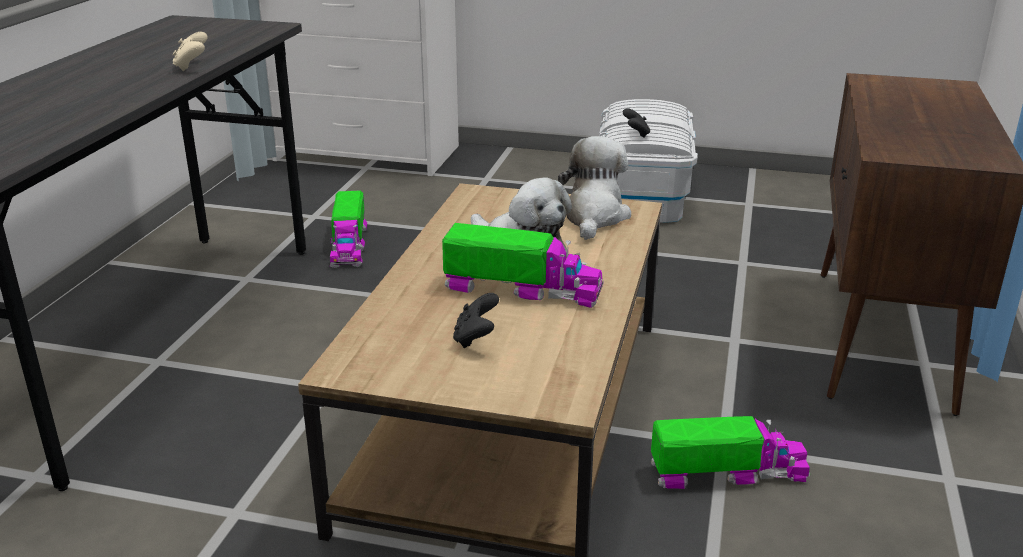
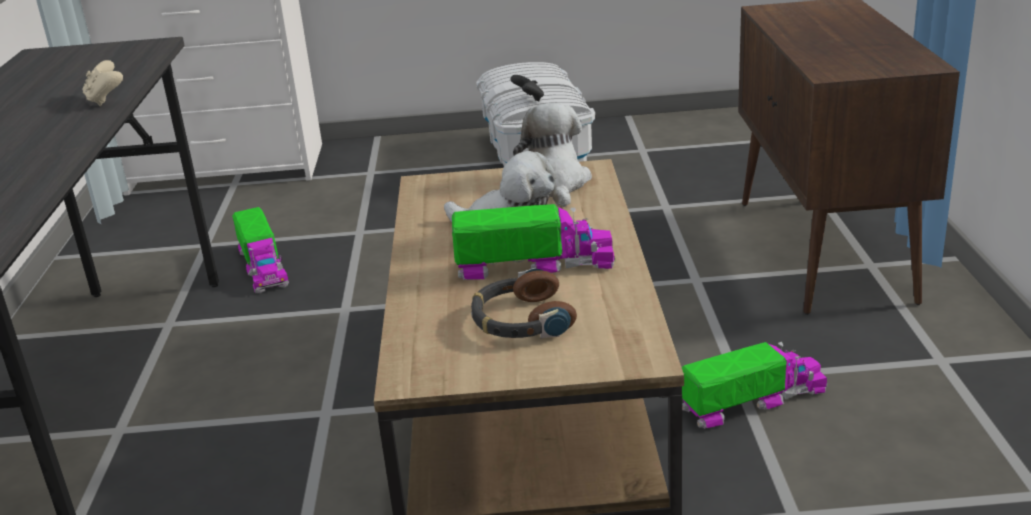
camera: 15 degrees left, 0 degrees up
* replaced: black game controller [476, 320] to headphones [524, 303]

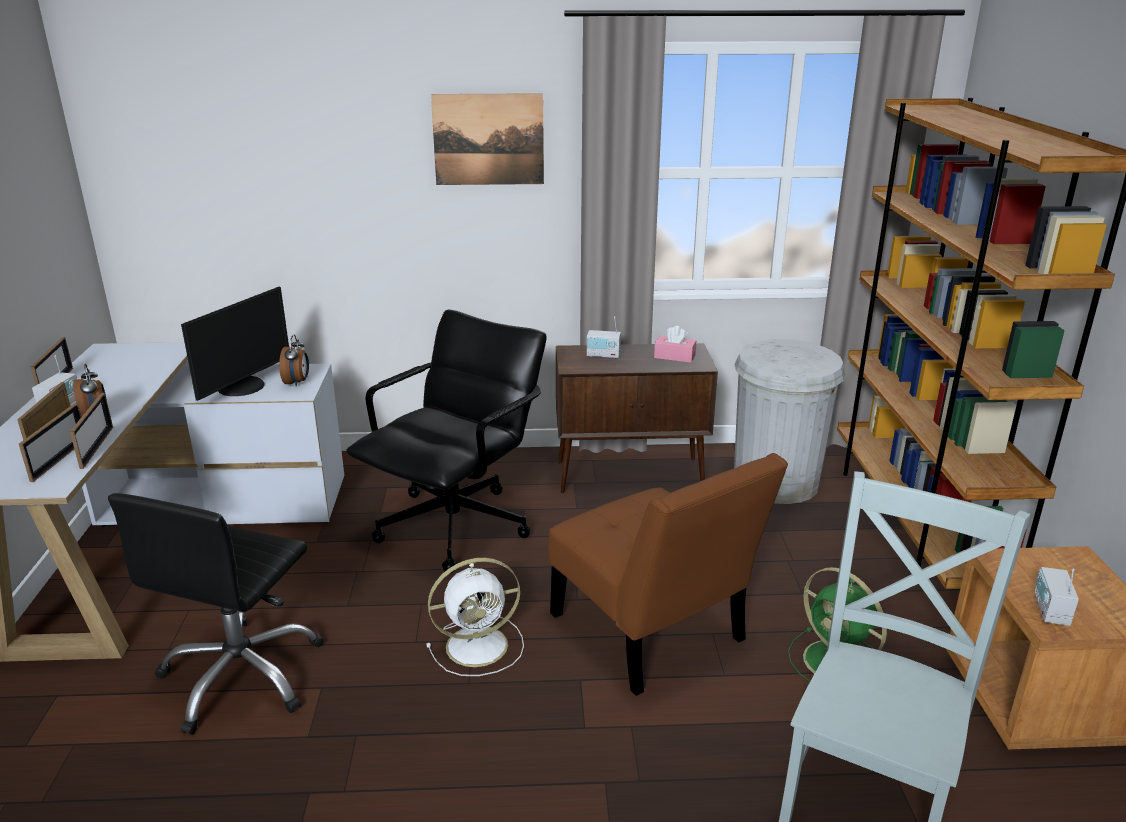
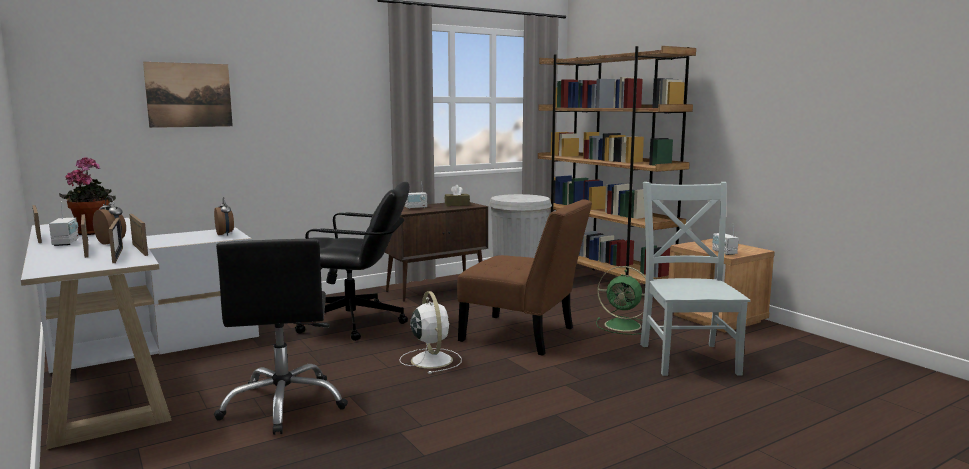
camera: 30 degrees left, 15 degrees down
* added: potted plant [87, 196]
* moved: picture [487, 139] to [188, 95]
* turned: black office chair [446, 441] = [352, 261] 90 degrees clockwise
* turned: white fan [475, 617] = [430, 332] 60 degrees counterclockwise
* recoloured: pink tissue box [675, 344] to brown tissue box [457, 195]
* removed: monitor [235, 344]

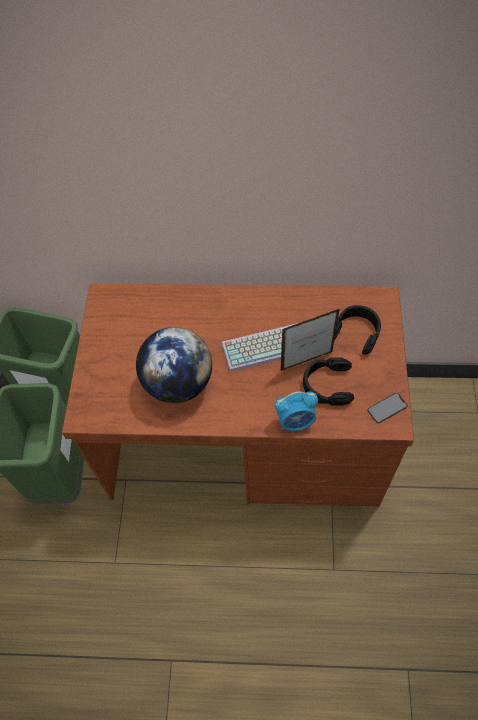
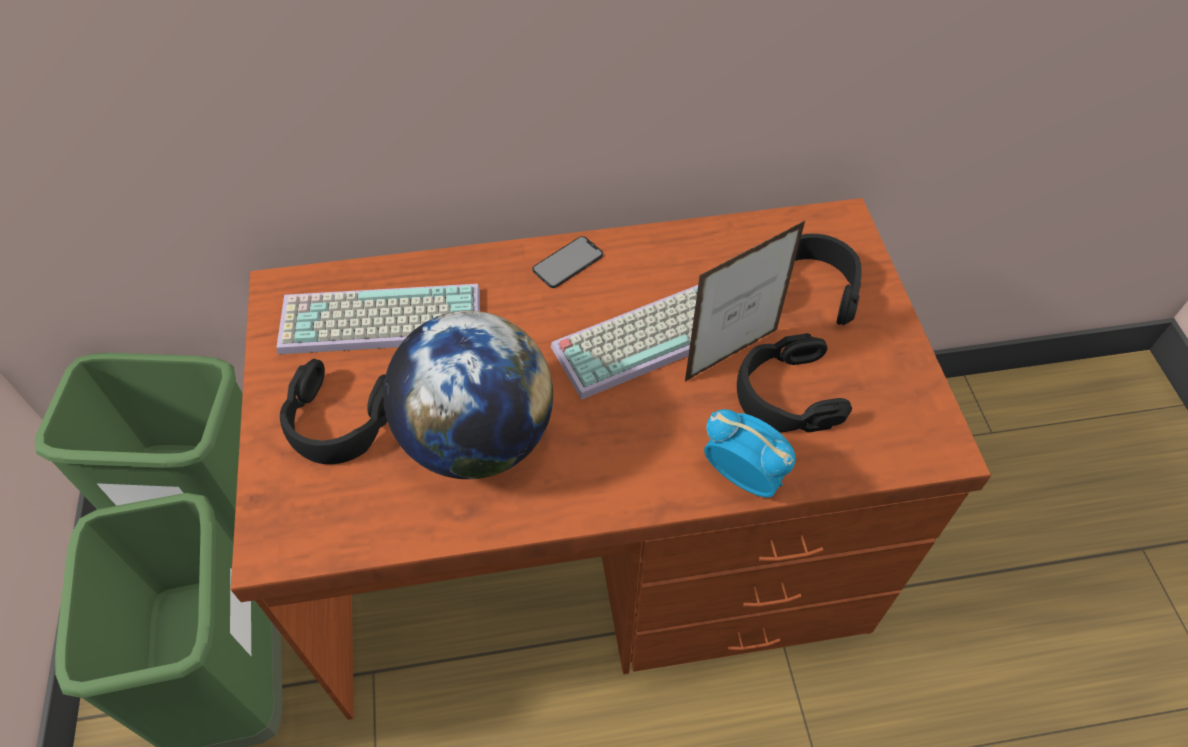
camera: 15 degrees left, 5 degrees down
* added: keyboard [378, 319]
* added: black headphones [333, 411]
* moved: phone [387, 408] to [567, 262]
* turned: alarm clock [296, 411] = [750, 453] 120 degrees counterclockwise

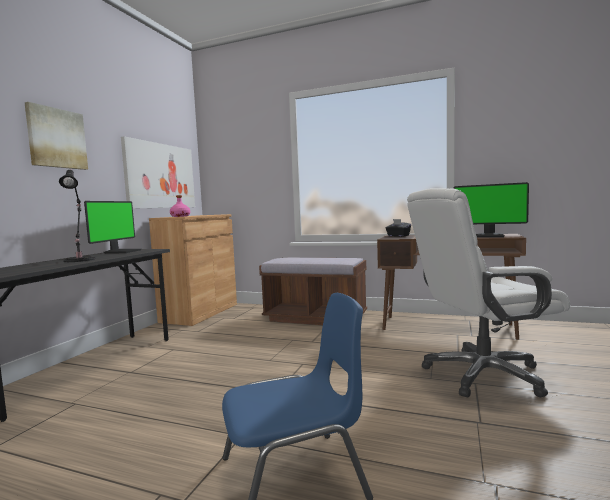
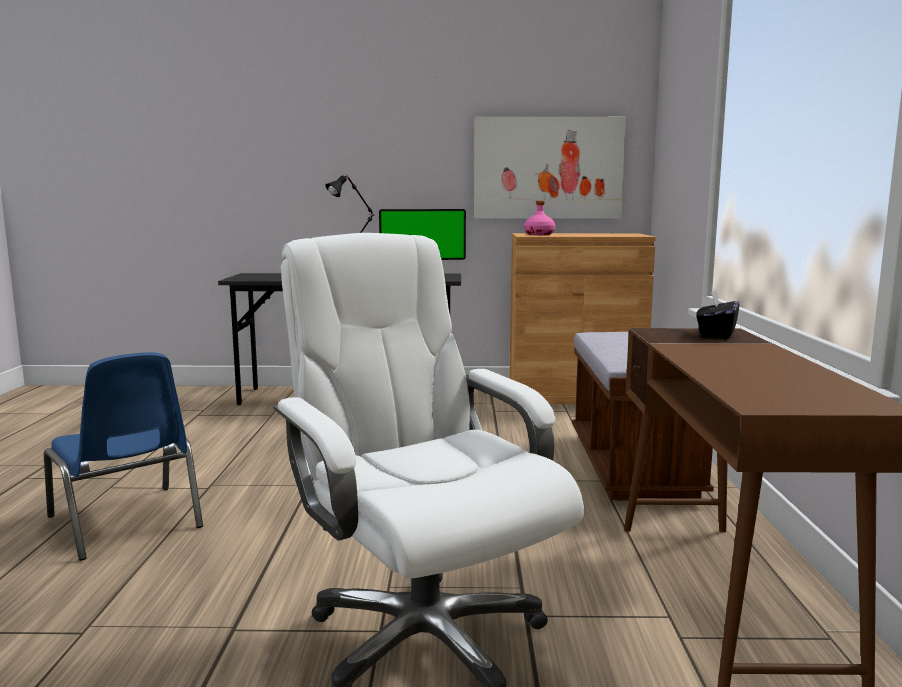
camera: 70 degrees right, 5 degrees up
* removed: picture [56, 136]
* removed: monitor [491, 210]

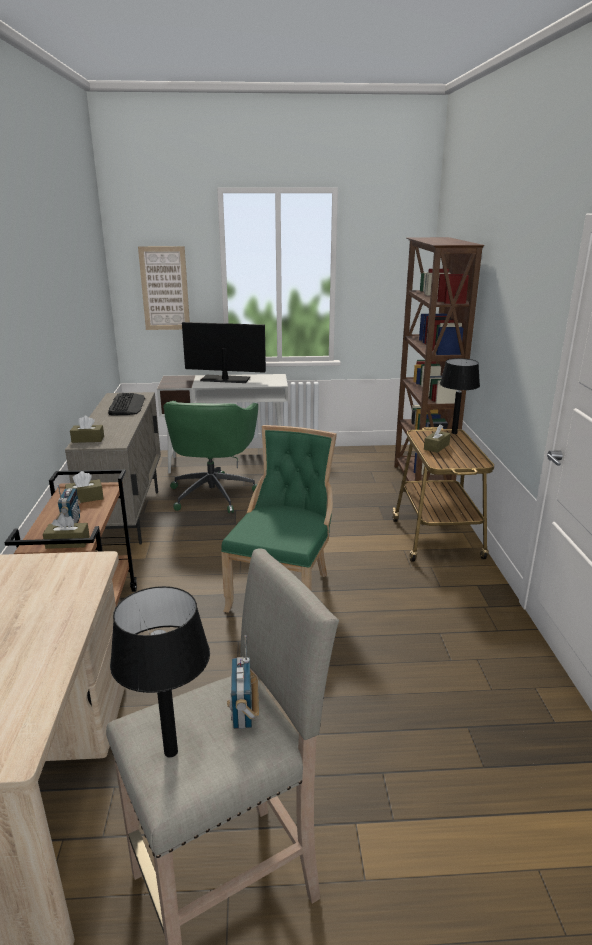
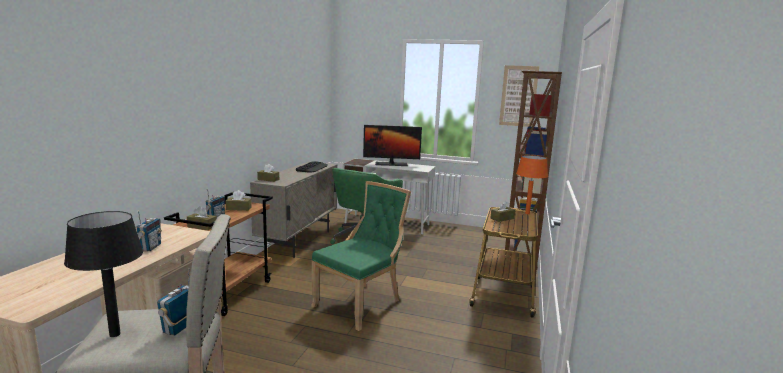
camera: 20 degrees right, 10 degrees down
* added: radio [149, 231]
* turned: monitor [224, 352] = [392, 145] 150 degrees clockwise
* moved: picture [164, 288] to [519, 96]
* recoloured: black table lamp [460, 396] to orange table lamp [532, 184]

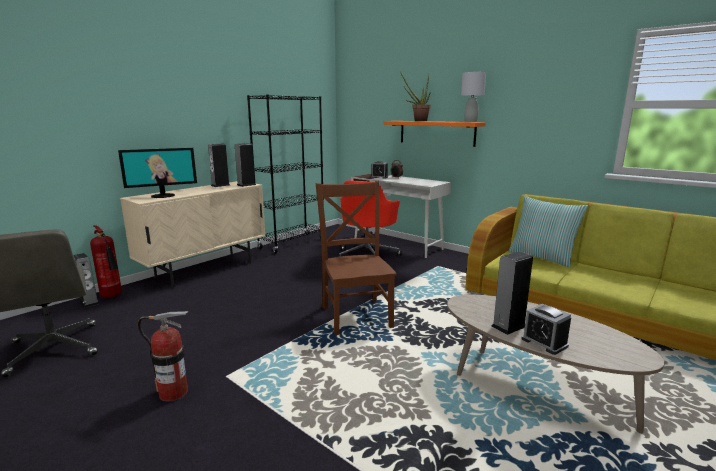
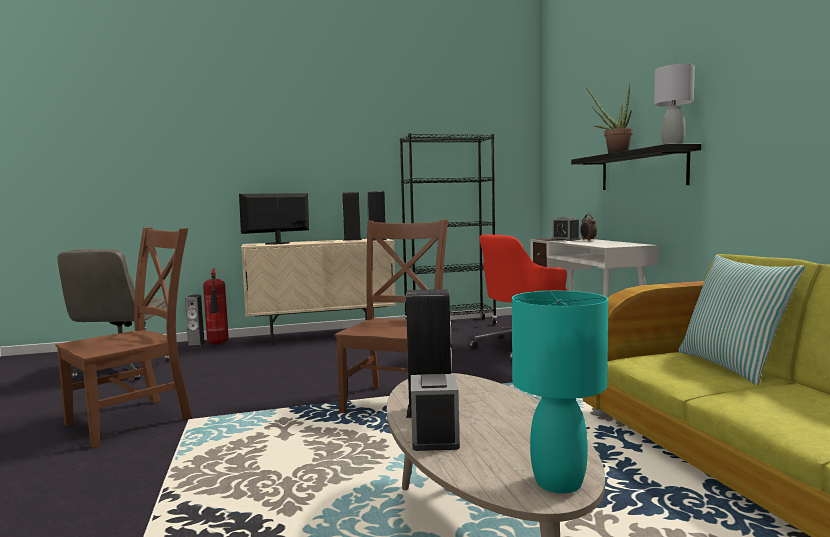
camera: 35 degrees right, 10 degrees down
* replaced: fire extinguisher [163, 356] to brown chair [124, 337]
* turned: monitor [157, 173] = [274, 219] 135 degrees clockwise
* added: turquoise table lamp [560, 392]
* recoloured: orange shelf [434, 134] to black shelf [636, 167]

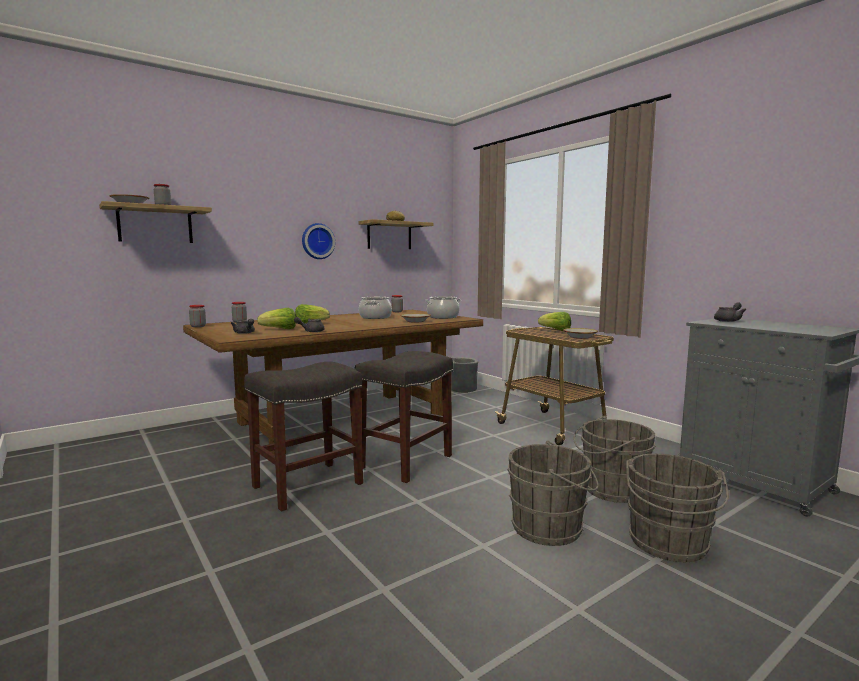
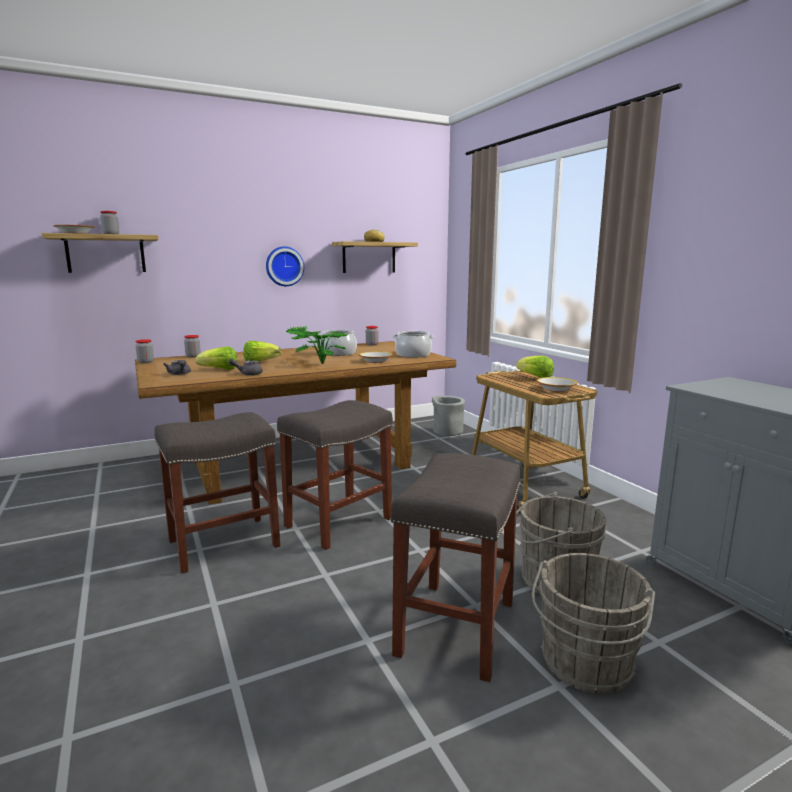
camera: 10 degrees right, 5 degrees up
* added: potted plant [317, 345]
* replaced: grey bucket [553, 493] to grey stool [455, 567]
* removed: grey teapot [730, 312]

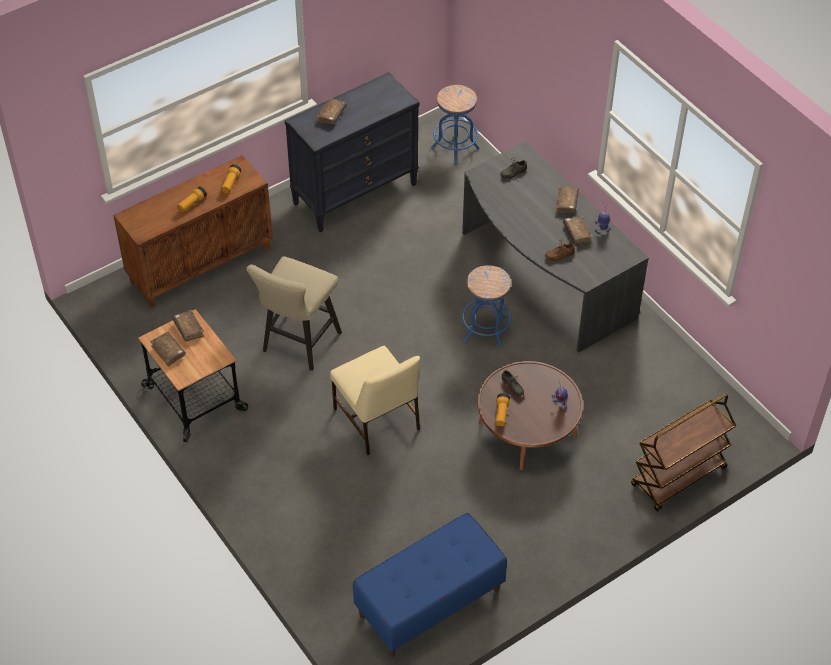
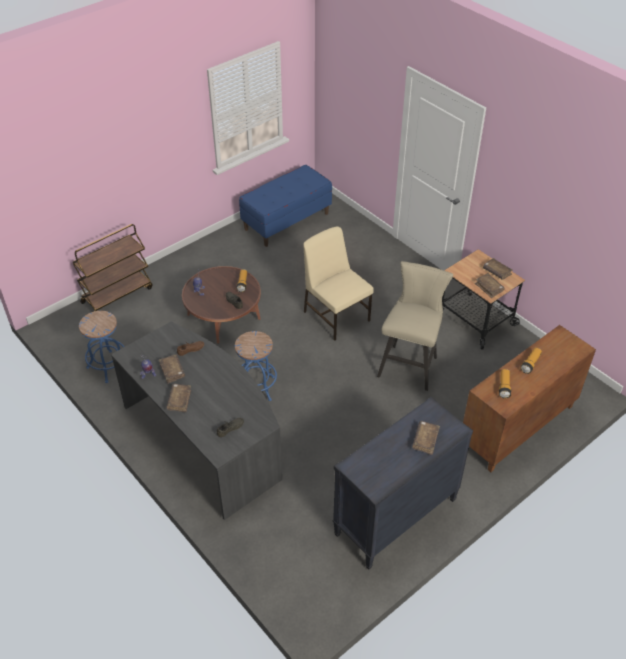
camera: 175 degrees right, 5 degrees down
* moved: blue stool [455, 125] to [102, 347]

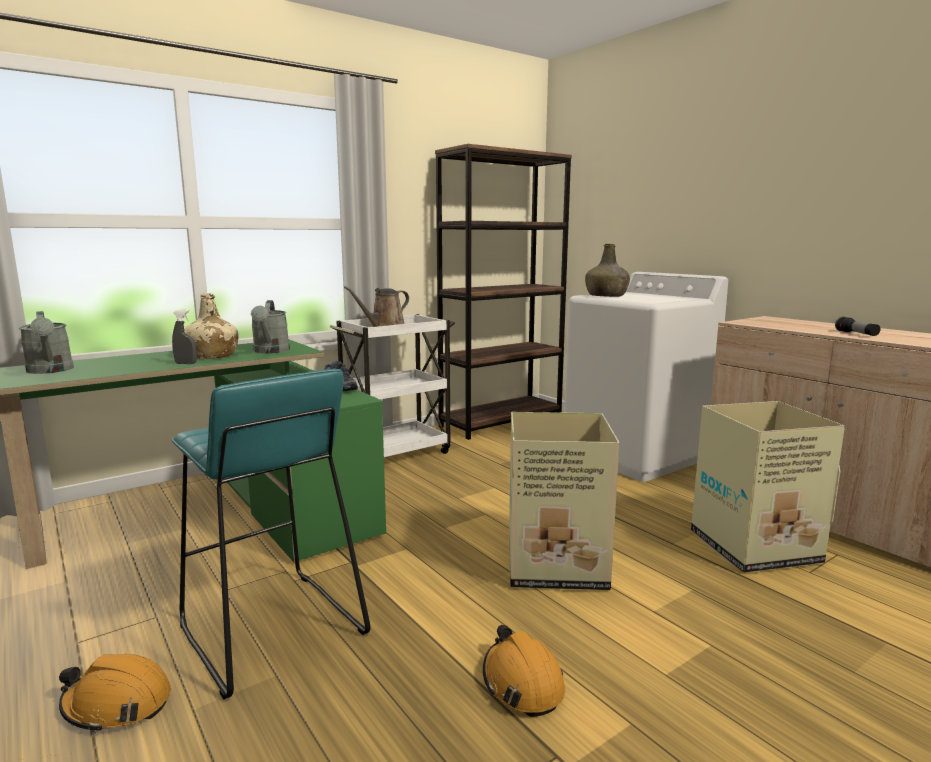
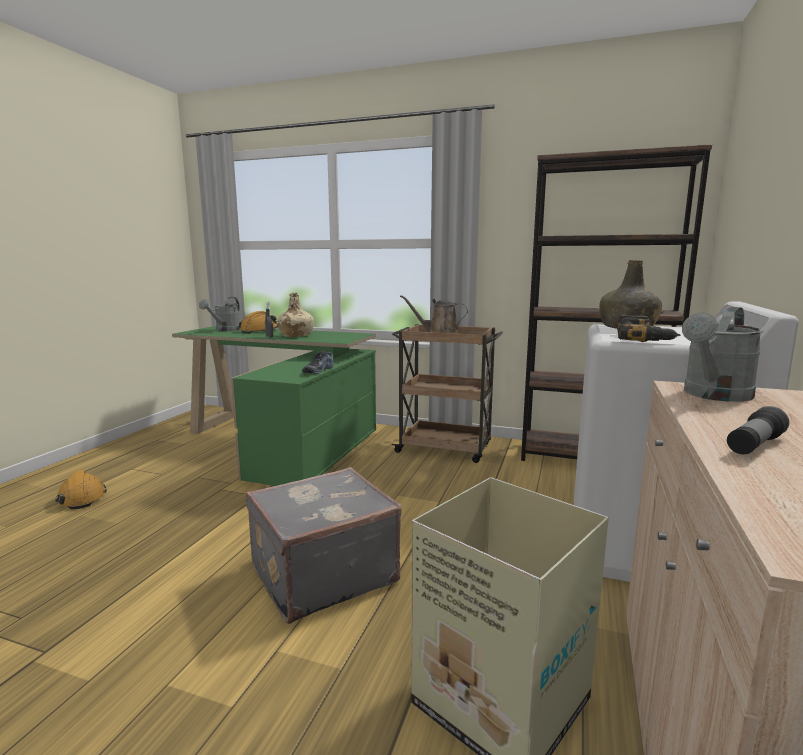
camera: 55 degrees right, 0 degrees up
* moved: orange hard hat [524, 671] to [258, 322]
* replaced: cardboard box [564, 501] to grey suitcase [324, 545]
* recoloured: white cart [392, 385] to brown cart [447, 393]
* added: power drill [649, 328]
* moved: grey watering can [270, 326] to [722, 354]
* removed: turquoise stool [271, 534]

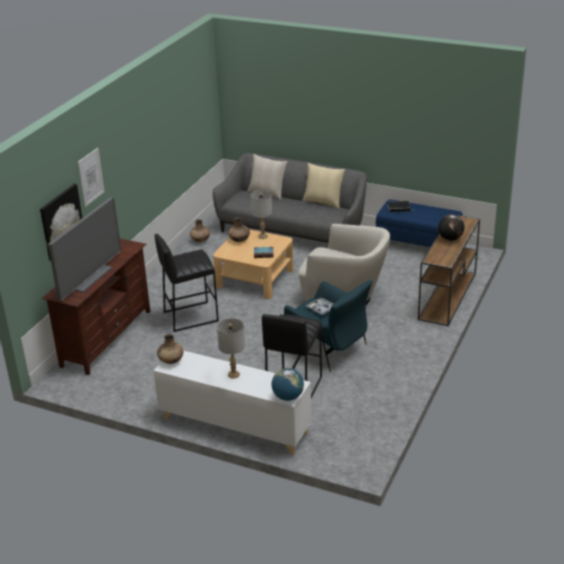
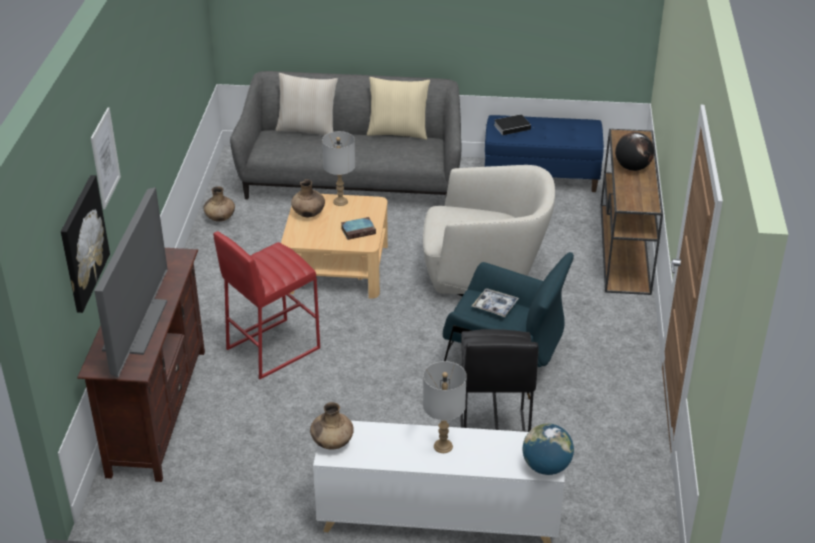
camera: 20 degrees left, 5 degrees up
* recoloured: black stool [187, 283] to red stool [266, 305]

